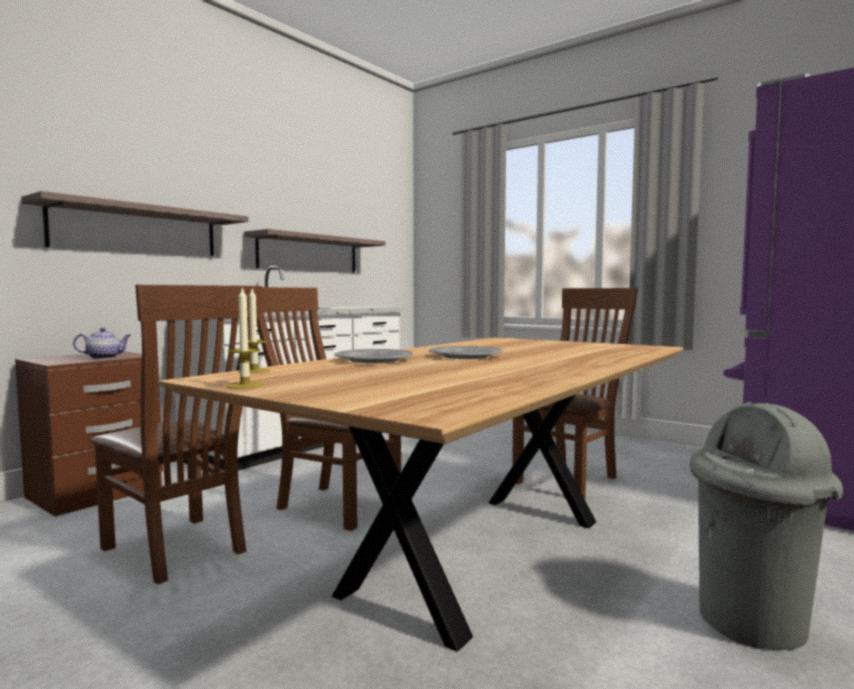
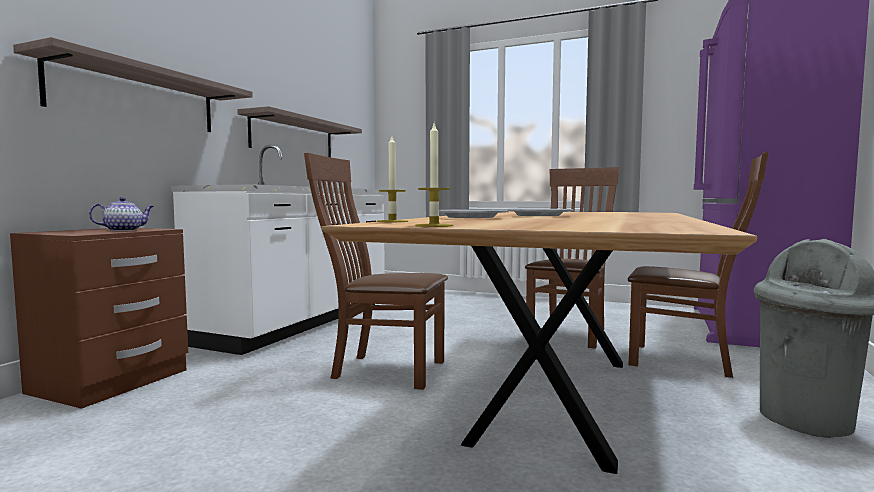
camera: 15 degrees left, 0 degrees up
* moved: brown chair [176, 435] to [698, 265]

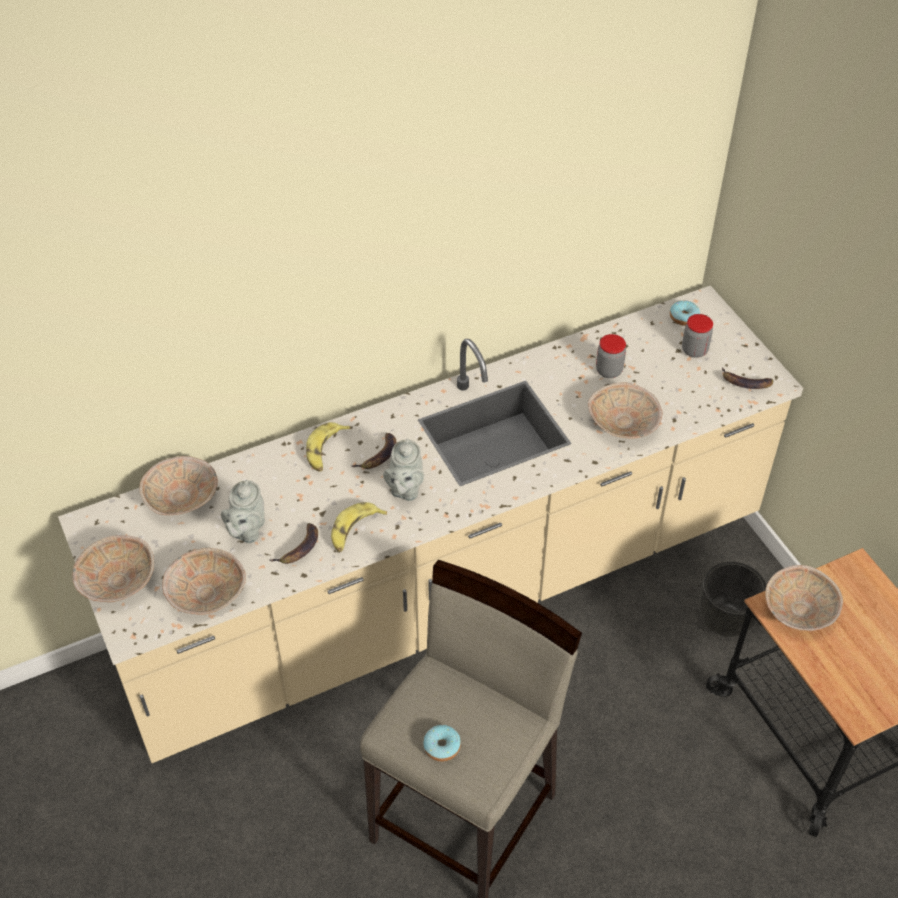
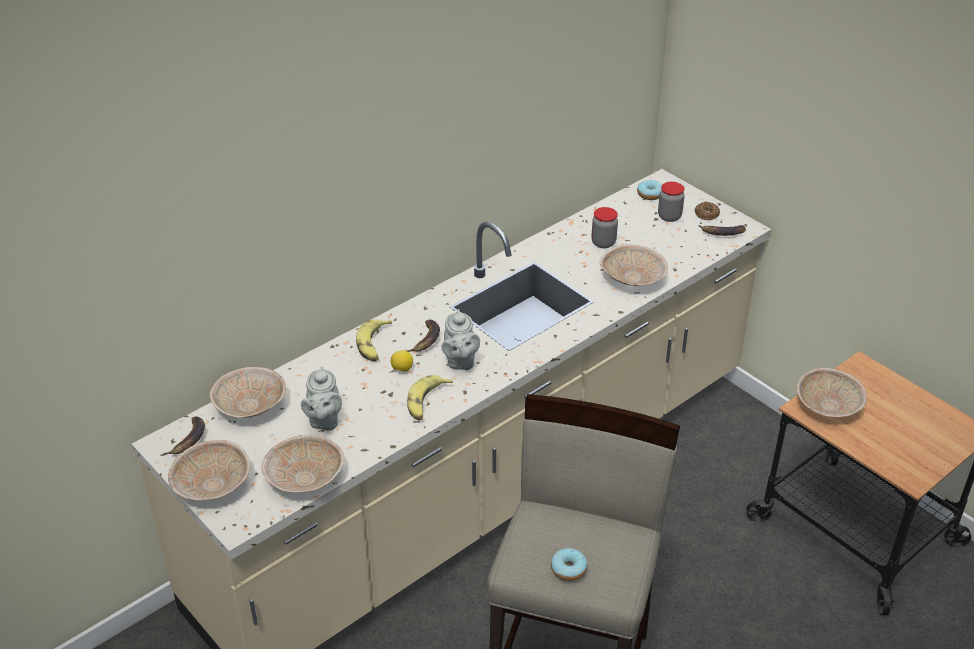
camera: 15 degrees left, 10 degrees down
* moved: banana [294, 543] to [183, 436]
* added: lemon [402, 361]
* added: donut [707, 211]
* removed: black planter [733, 599]

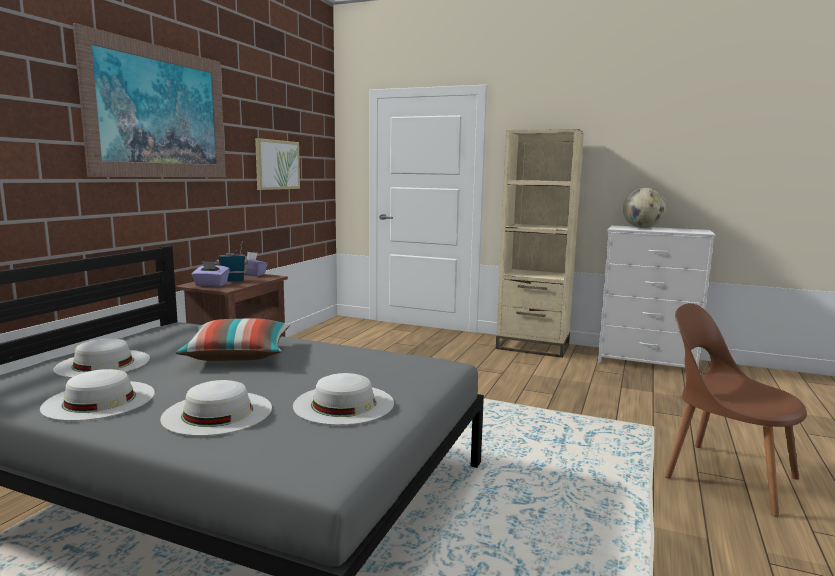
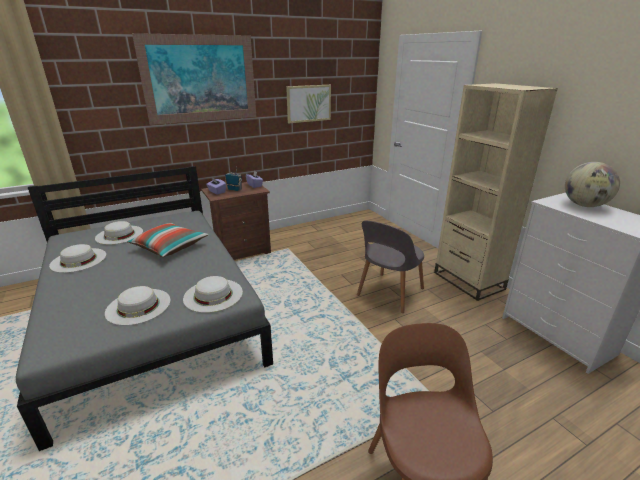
camera: 40 degrees right, 15 degrees up
* moved: white hat [216, 408] to [213, 294]
* added: grey chair [390, 267]

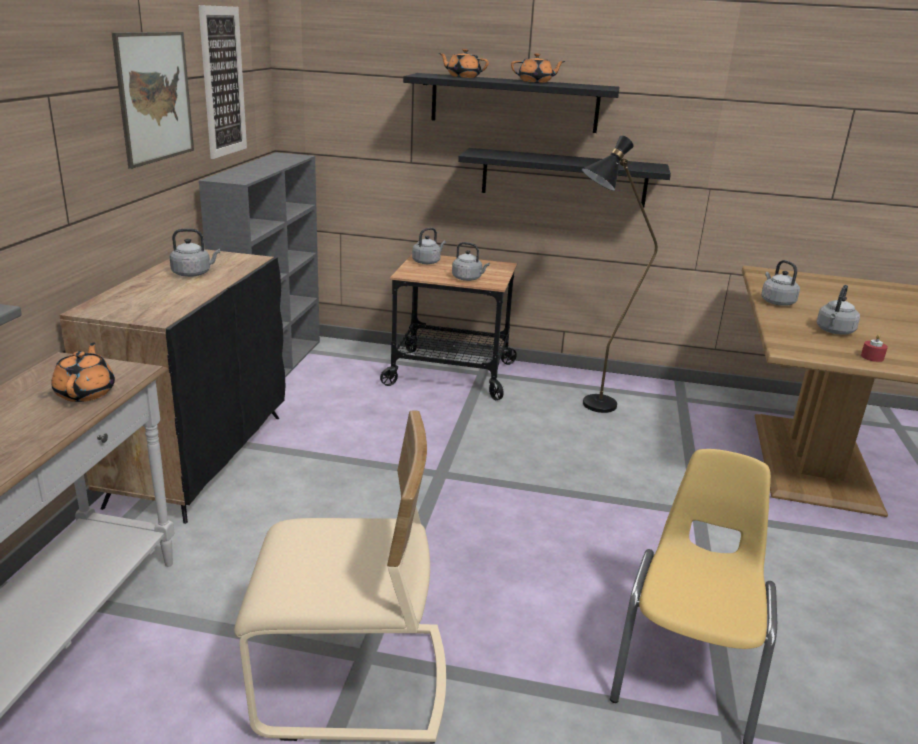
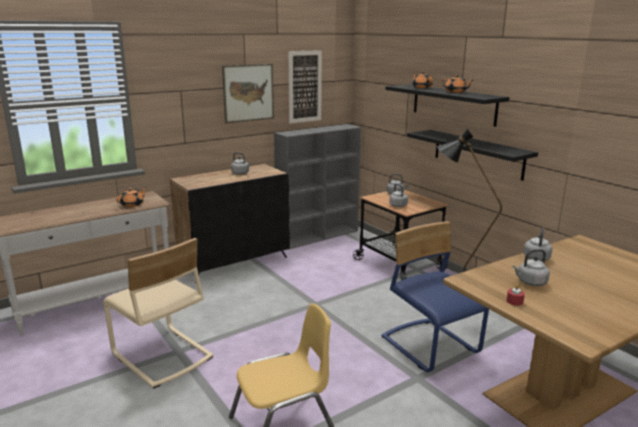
camera: 45 degrees right, 5 degrees down
* added: blue chair [435, 296]

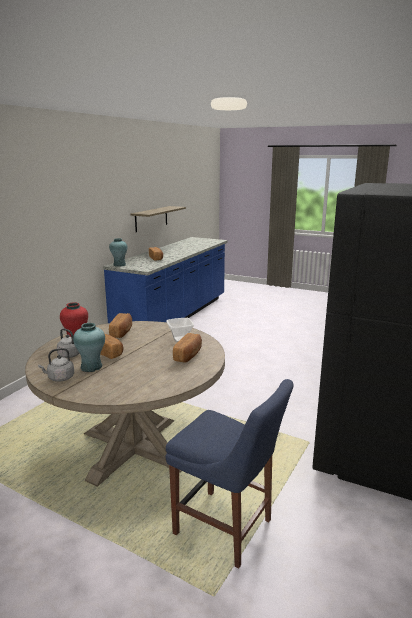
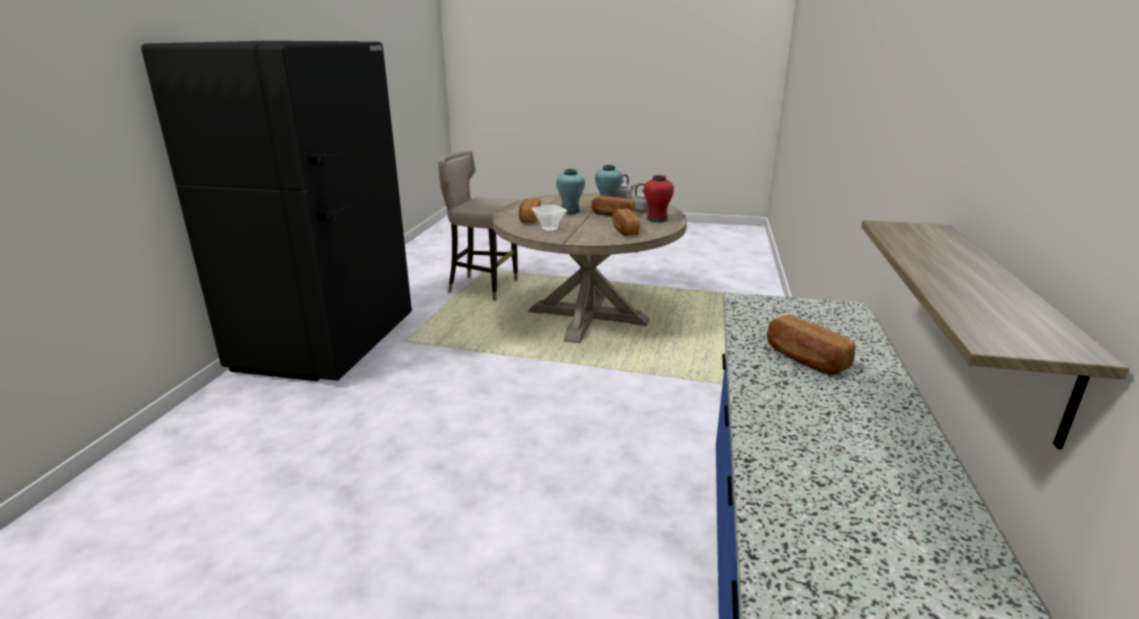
camera: 165 degrees right, 5 degrees up
* replaced: blue chair [230, 473] to beige stool [479, 225]
* moved: turquoise vase [118, 252] to [570, 191]

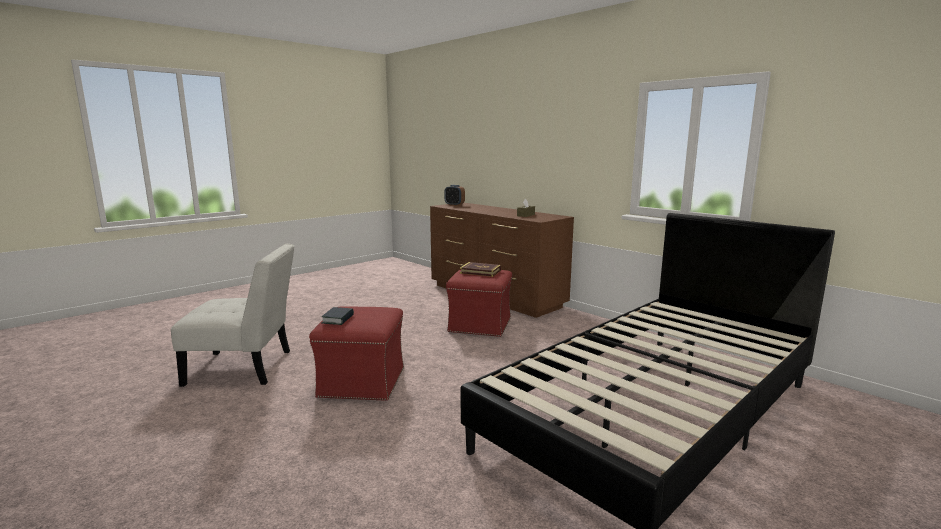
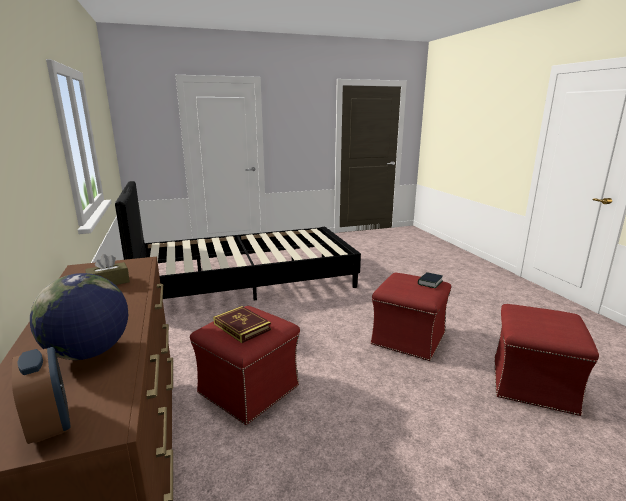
camera: 155 degrees left, 5 degrees up
* added: globe [79, 316]
* replaced: white chair [233, 315] to red ottoman [546, 360]

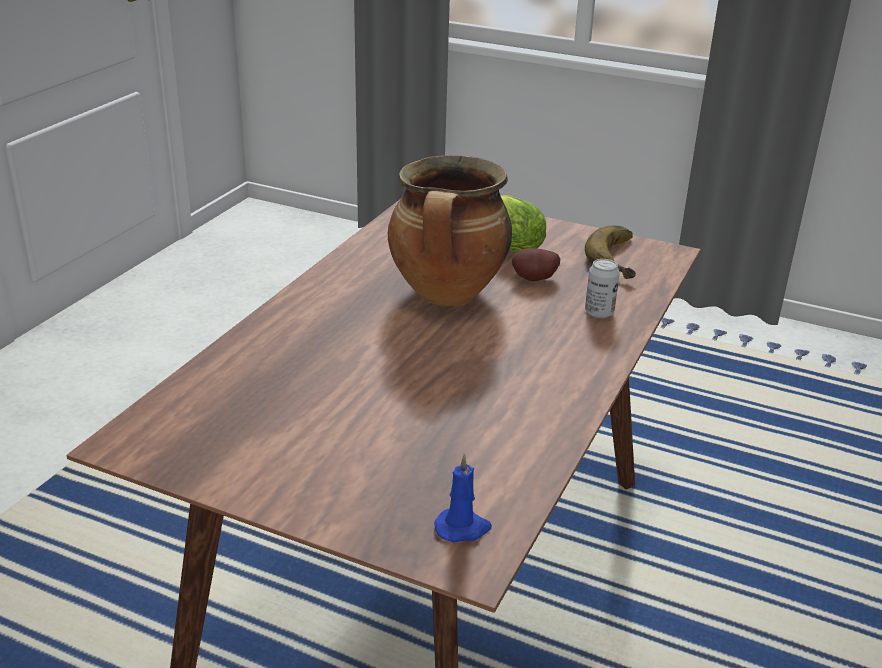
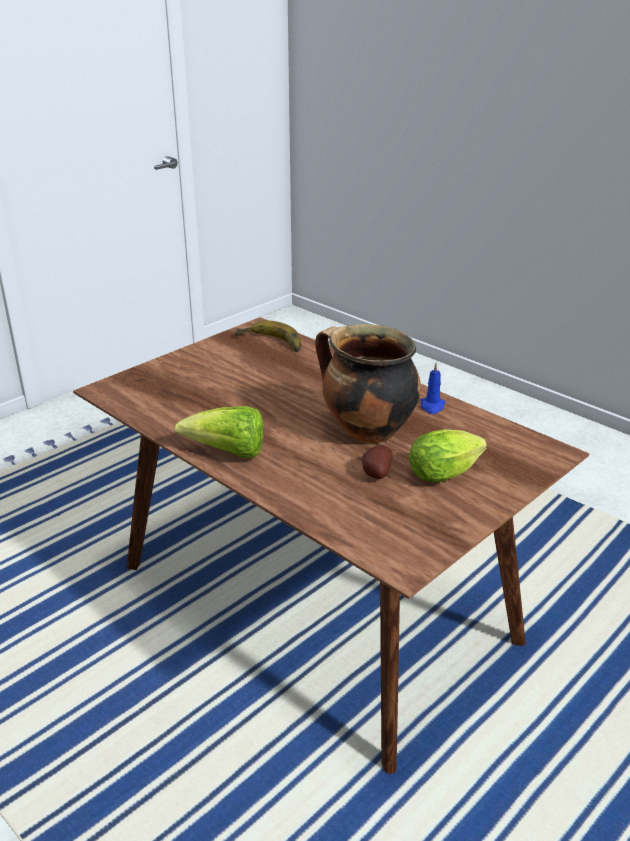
camera: 110 degrees right, 0 degrees up
* added: lettuce [219, 432]
* moved: banana [610, 252] to [268, 336]
* moved: blue candle [463, 498] to [433, 388]
* removed: can [602, 288]

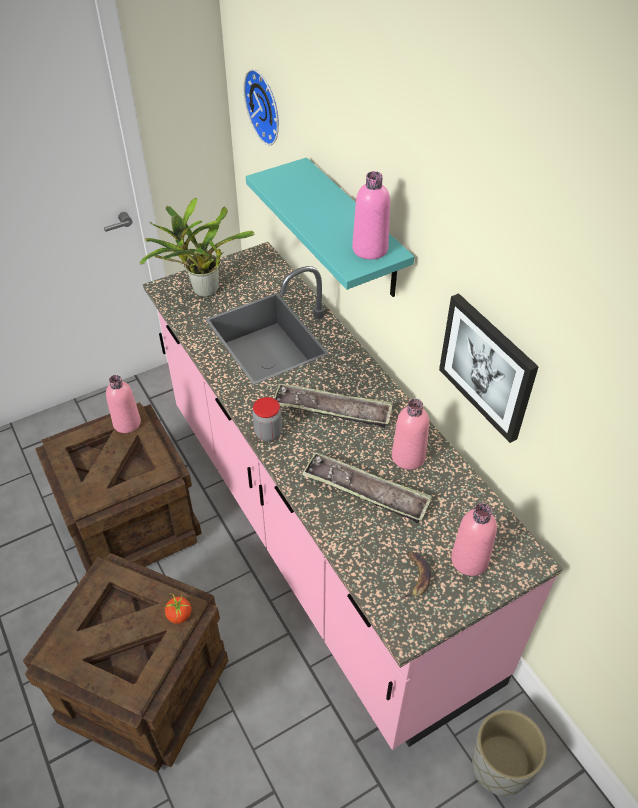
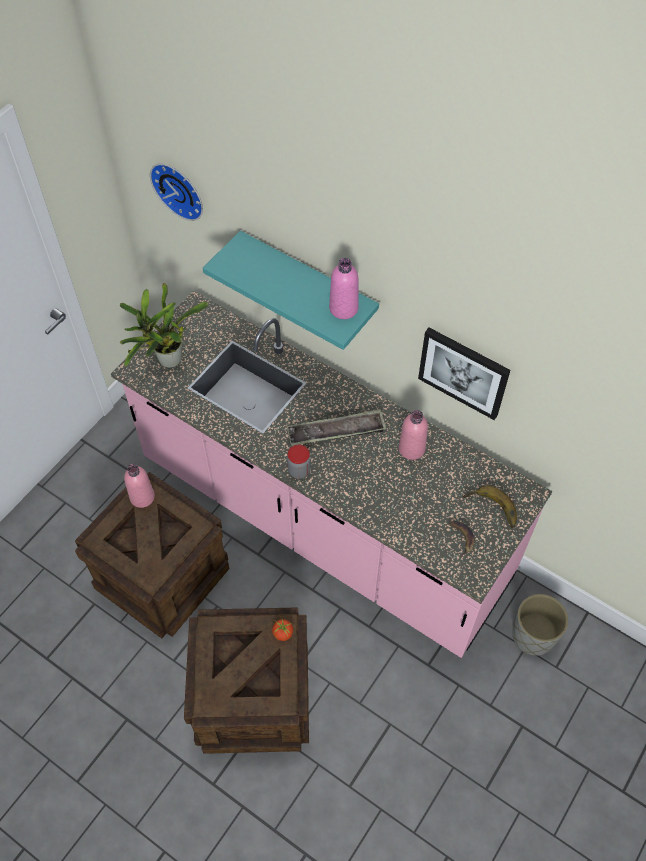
camera: 25 degrees left, 10 degrees up
* replaced: pink bottle [474, 539] to banana [490, 506]
* removed: tray [367, 487]

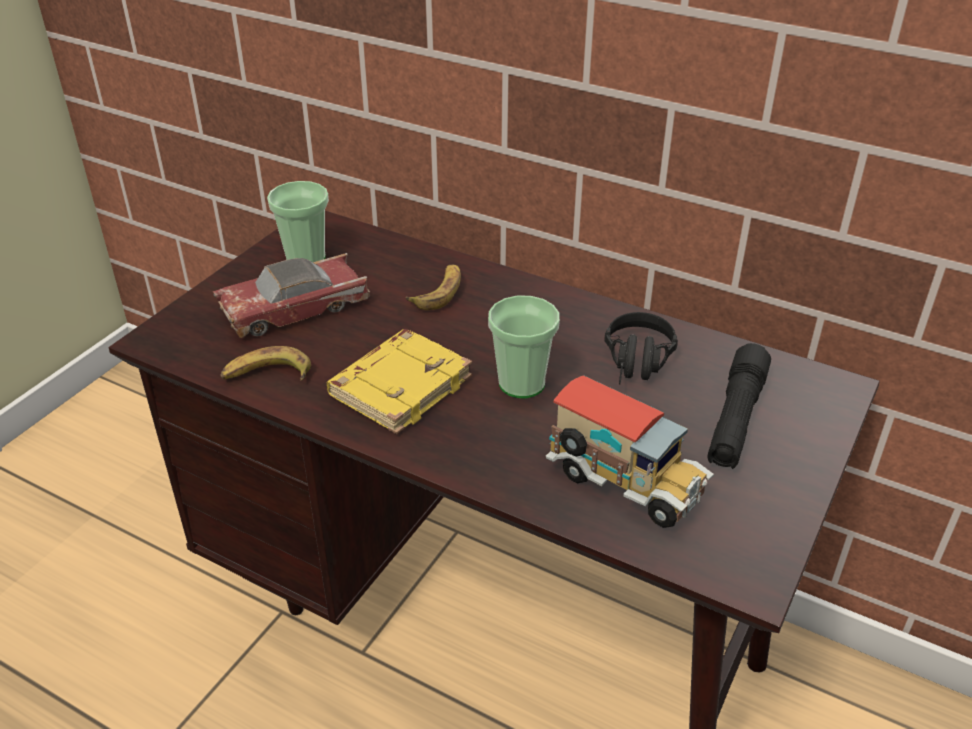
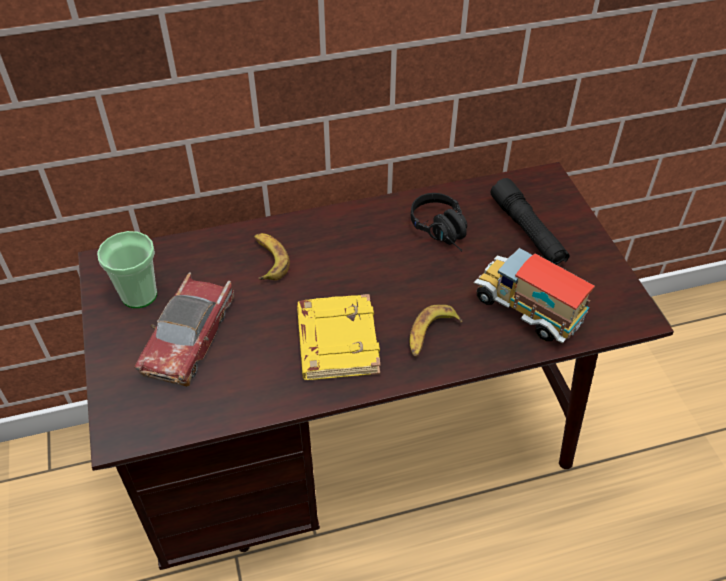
camera: 45 degrees left, 10 degrees up
* moved: banana [266, 363] to [436, 330]
* turned: toy truck [630, 451] = [534, 295] 135 degrees counterclockwise
* removed: cup [524, 346]

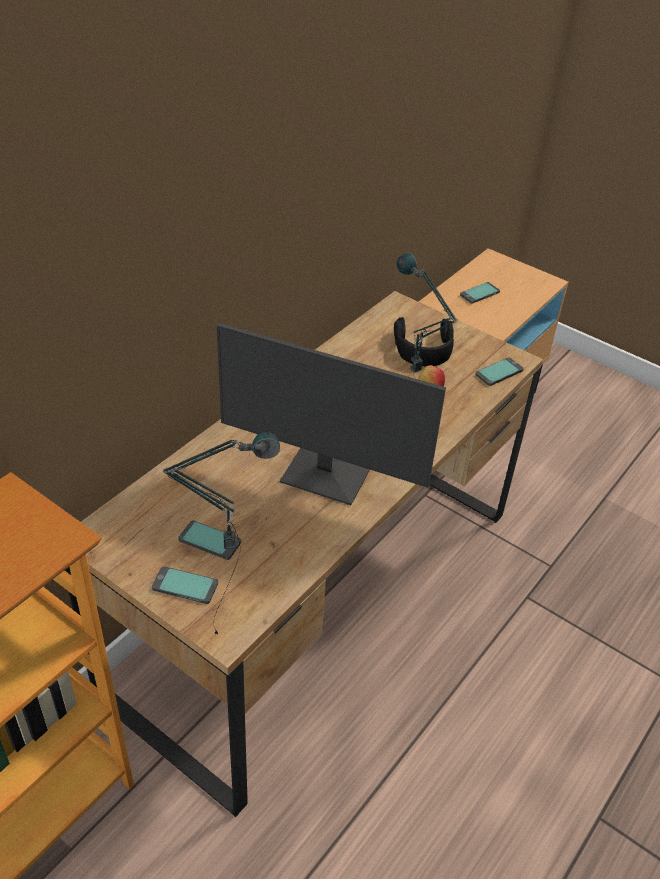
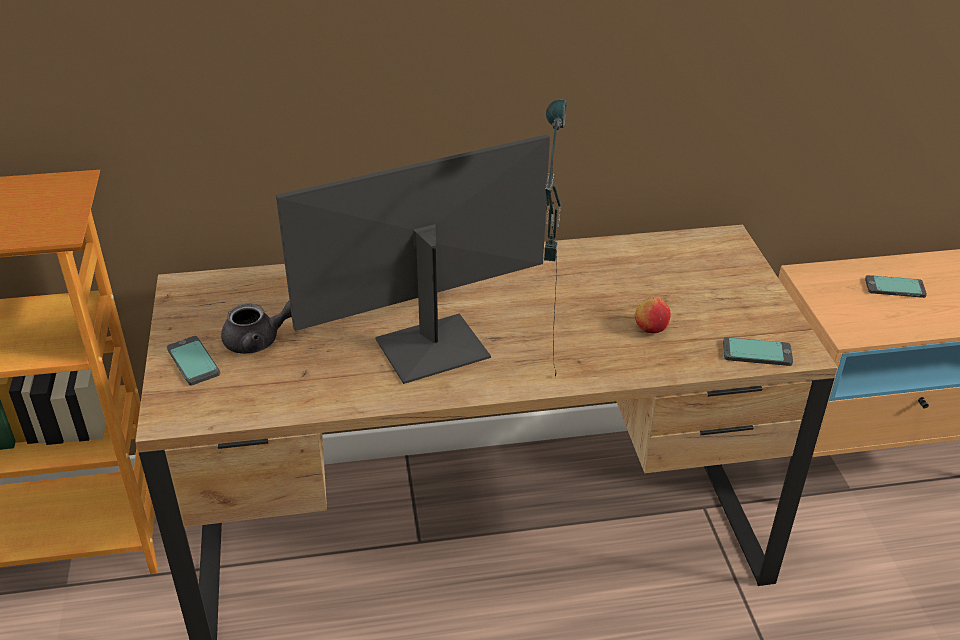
camera: 45 degrees right, 5 degrees down
* replaced: phone [209, 540] to grey teapot [256, 327]
* turned: monitor [331, 414] = [413, 259] 90 degrees clockwise
* removed: table lamp [221, 533]
* removed: black headphones [424, 341]

